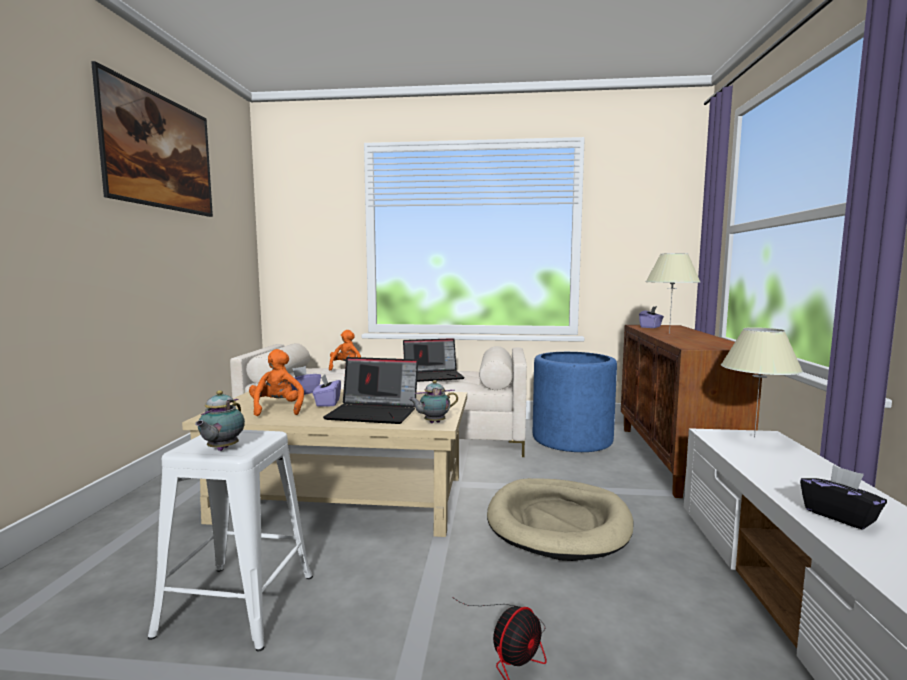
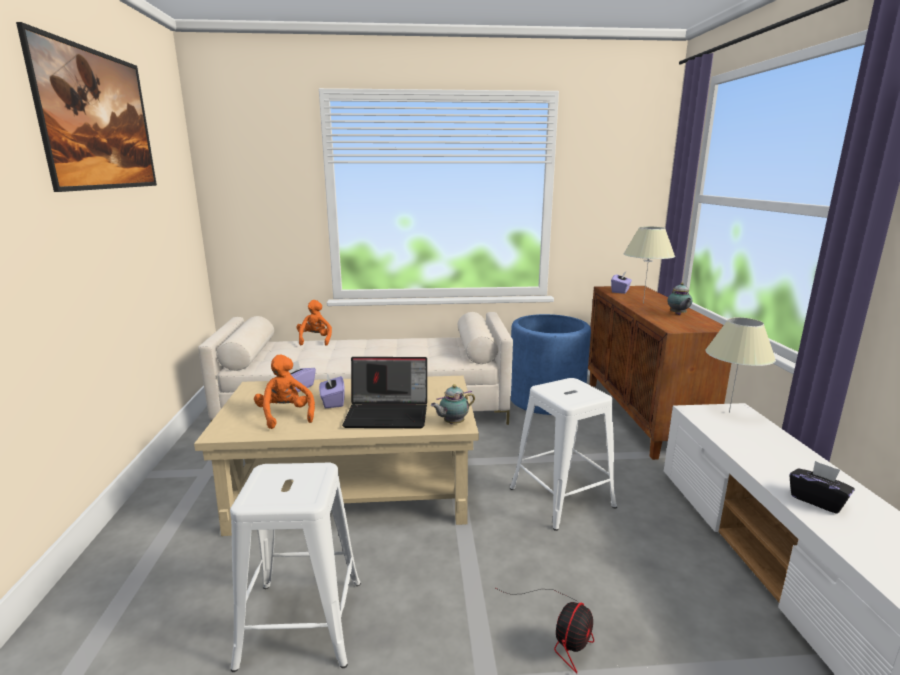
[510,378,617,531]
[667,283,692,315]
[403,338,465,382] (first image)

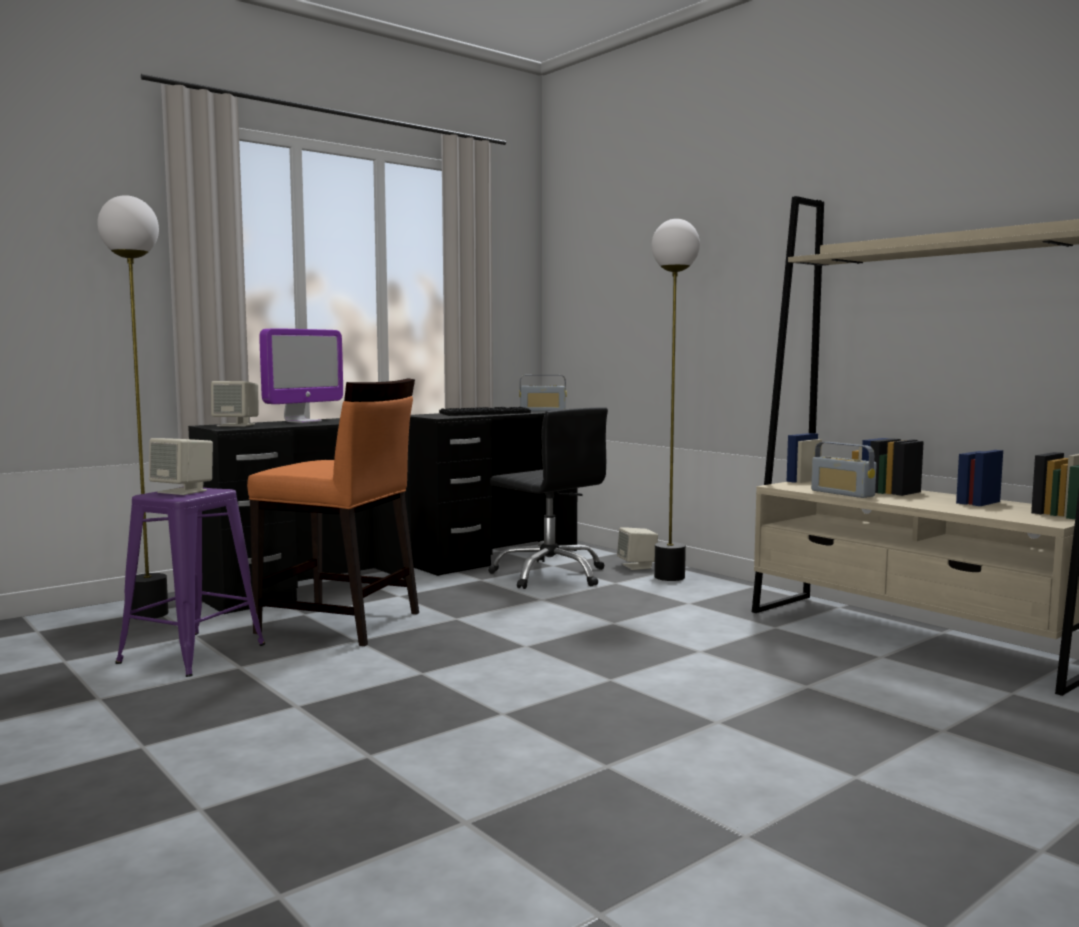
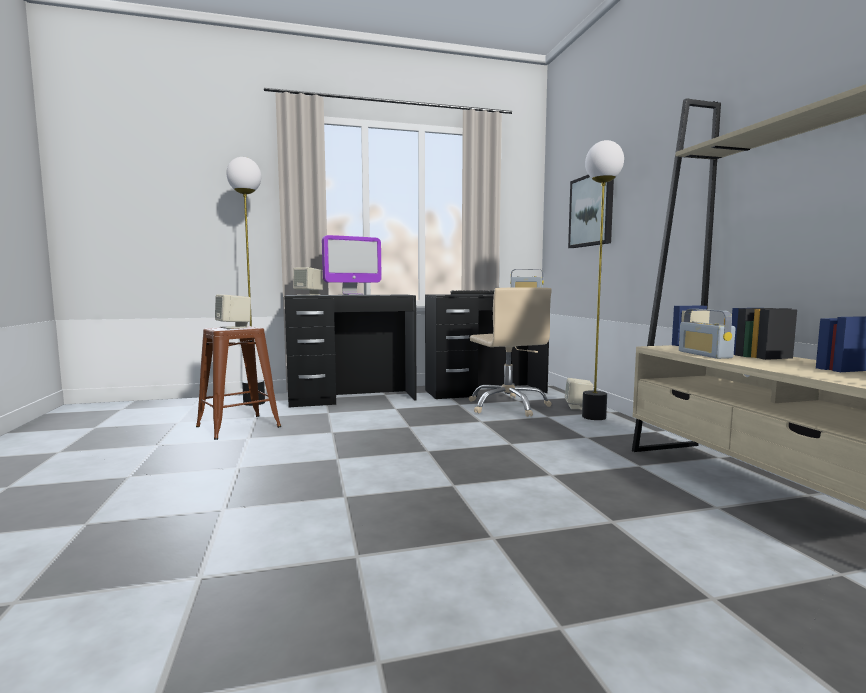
[196,326,281,440]
[469,287,552,417]
[568,175,614,248]
[247,378,419,646] (first image)

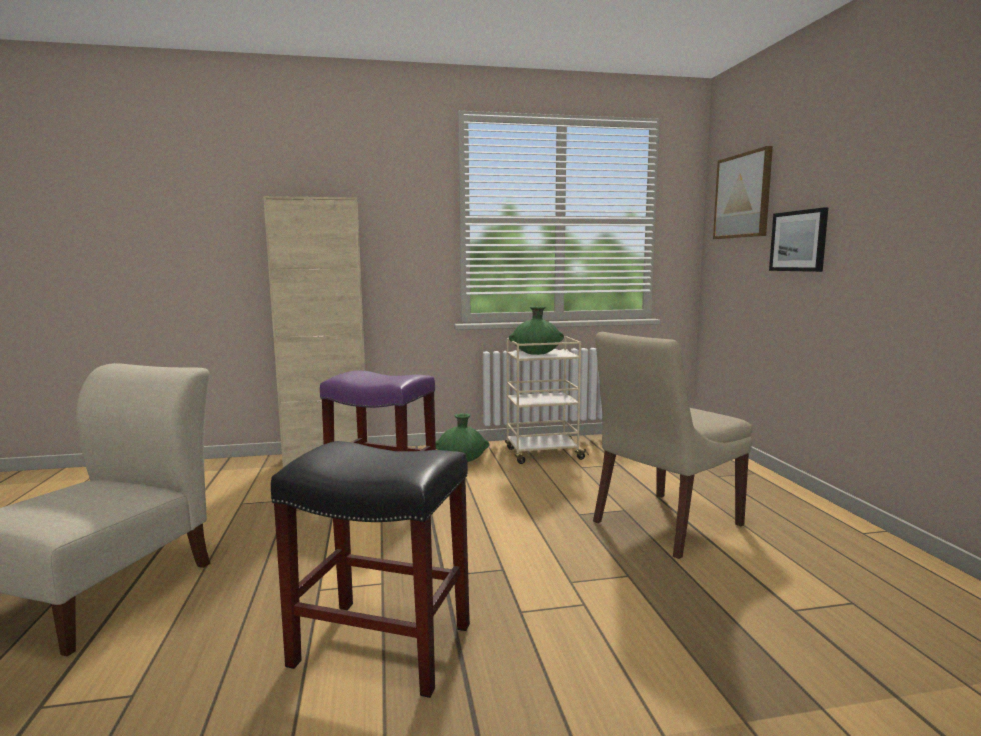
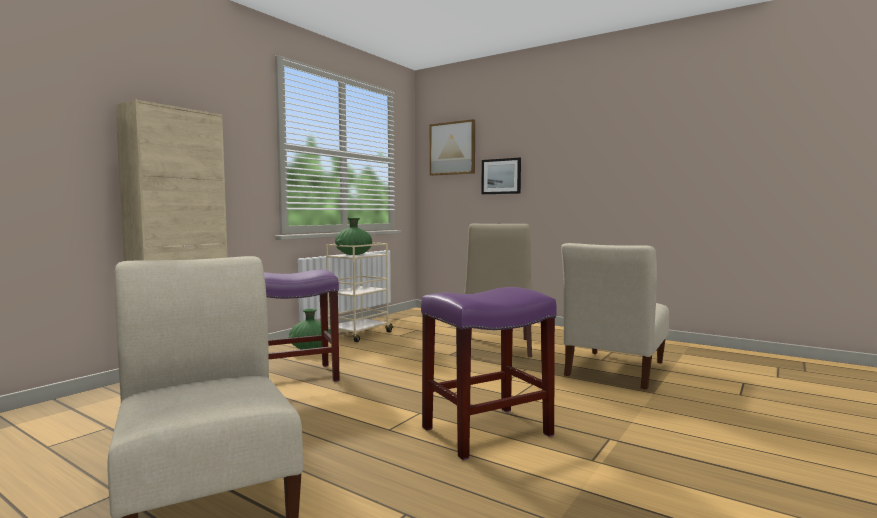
[421,287,557,460]
[561,243,669,389]

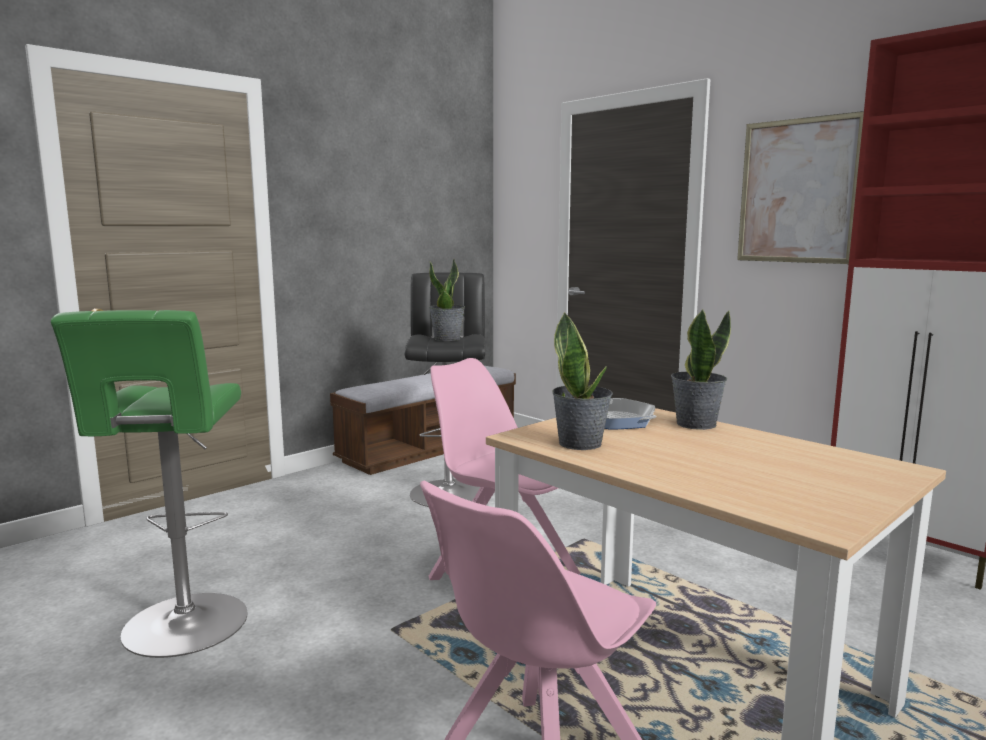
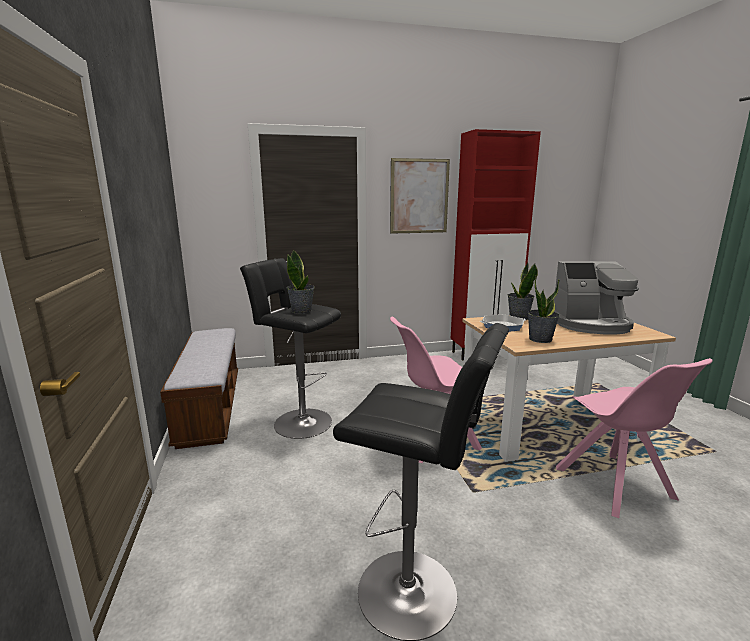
[333,323,509,641]
[554,261,639,334]

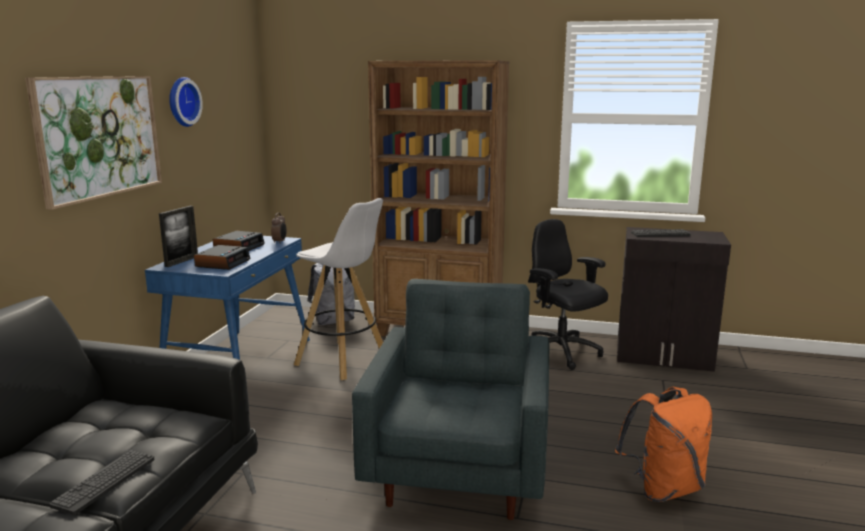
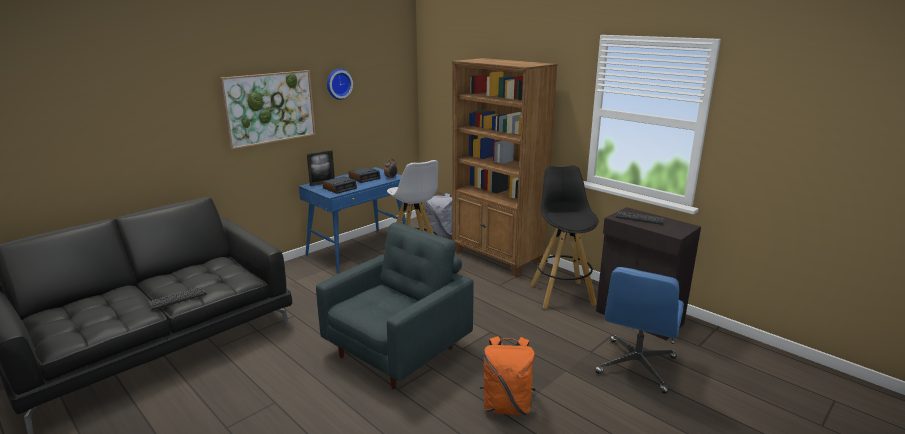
[530,165,599,309]
[595,267,684,394]

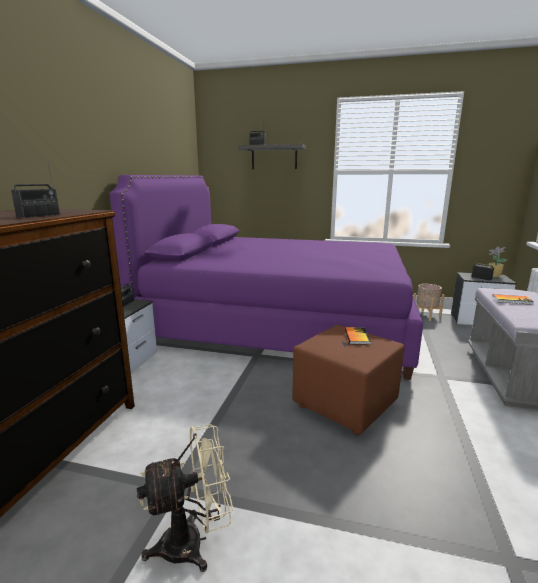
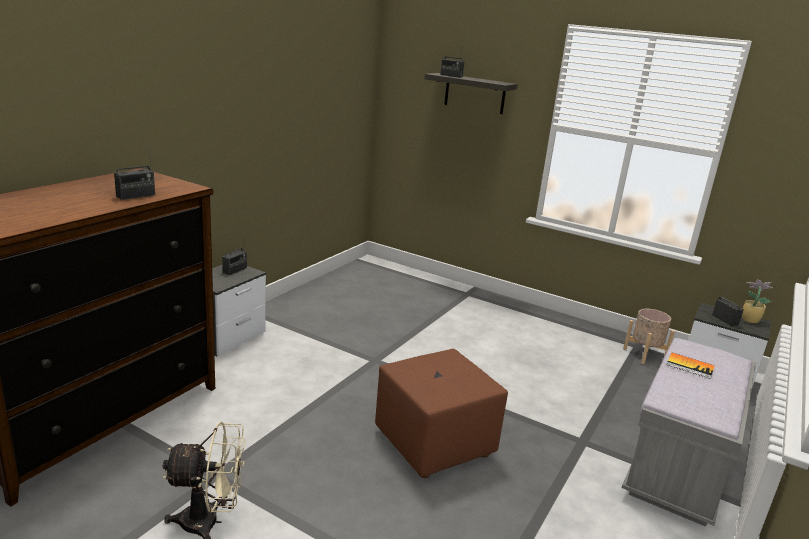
[109,175,423,380] (first image)
[345,327,371,345] (first image)

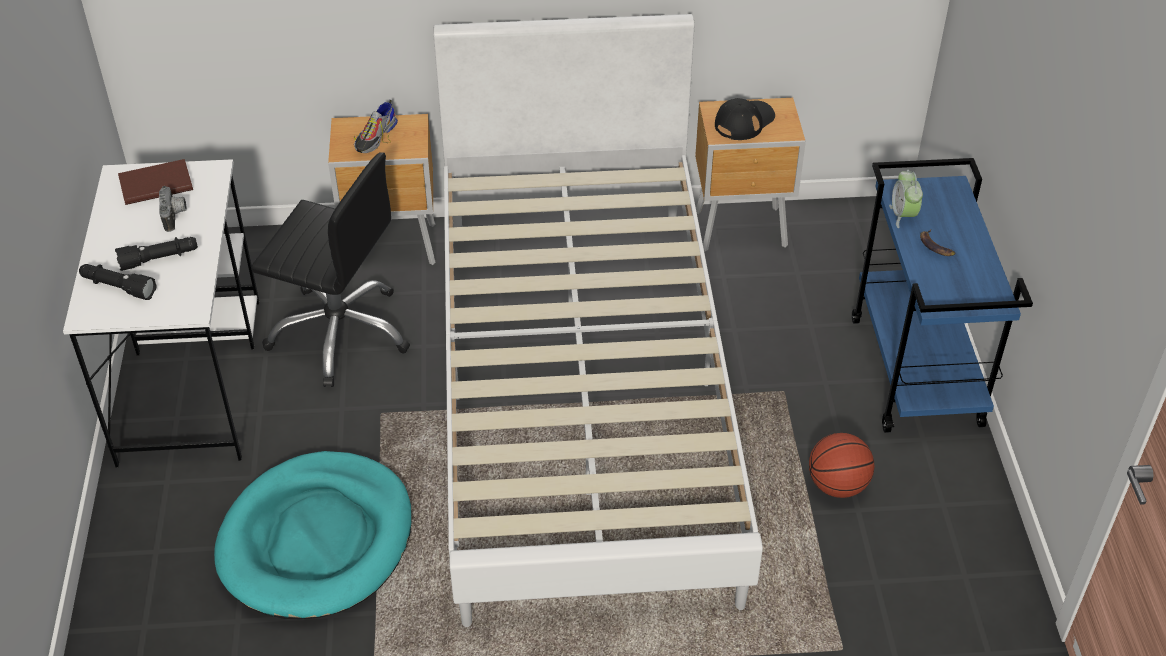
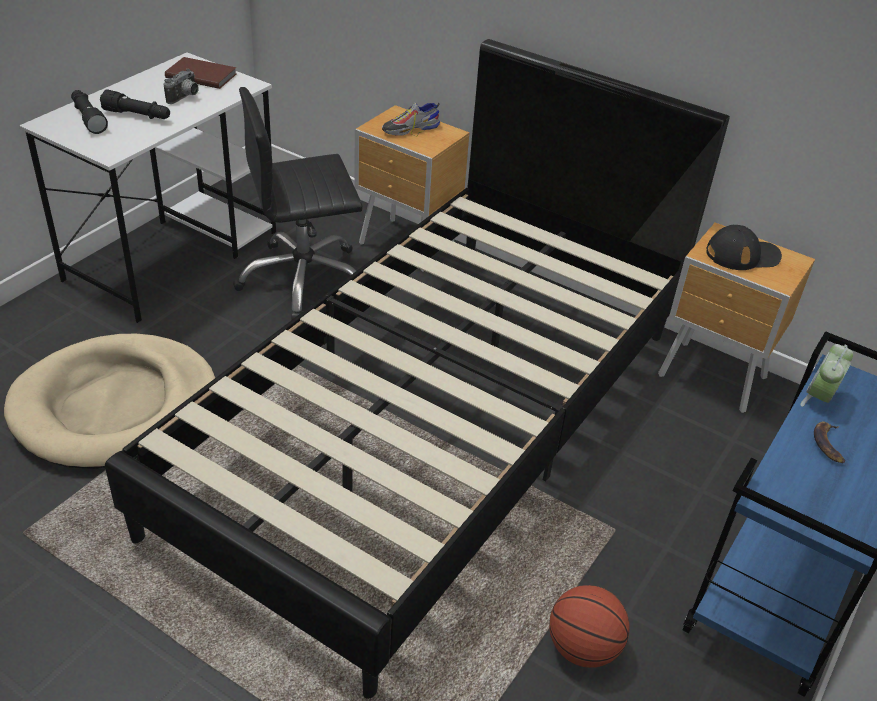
[4,334,215,469]
[105,39,730,699]
[233,87,363,320]

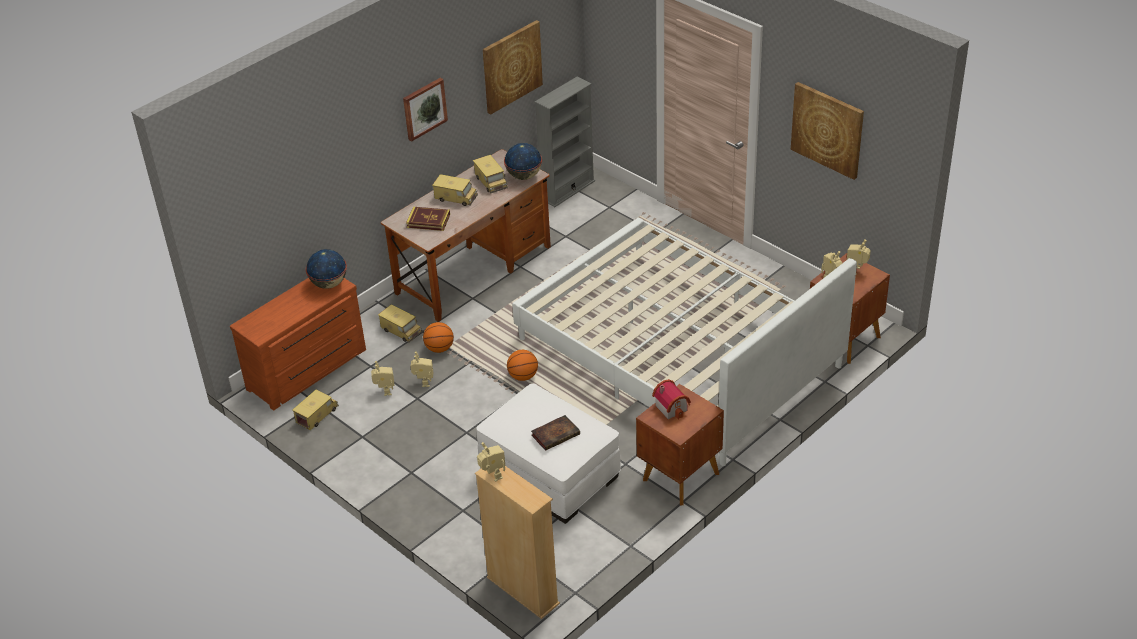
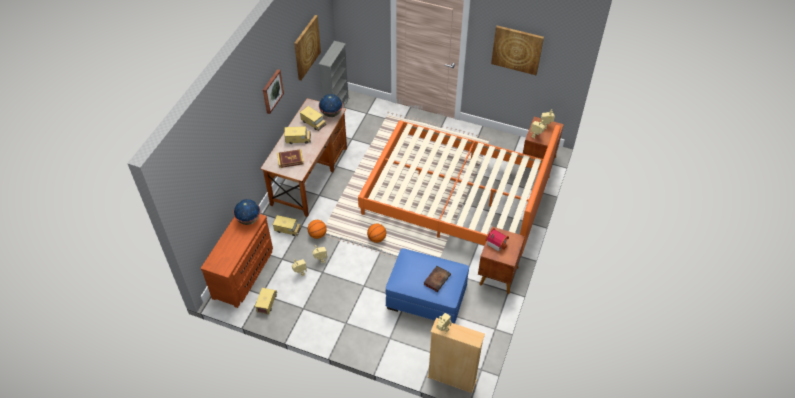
[358,120,561,256]
[385,248,469,324]

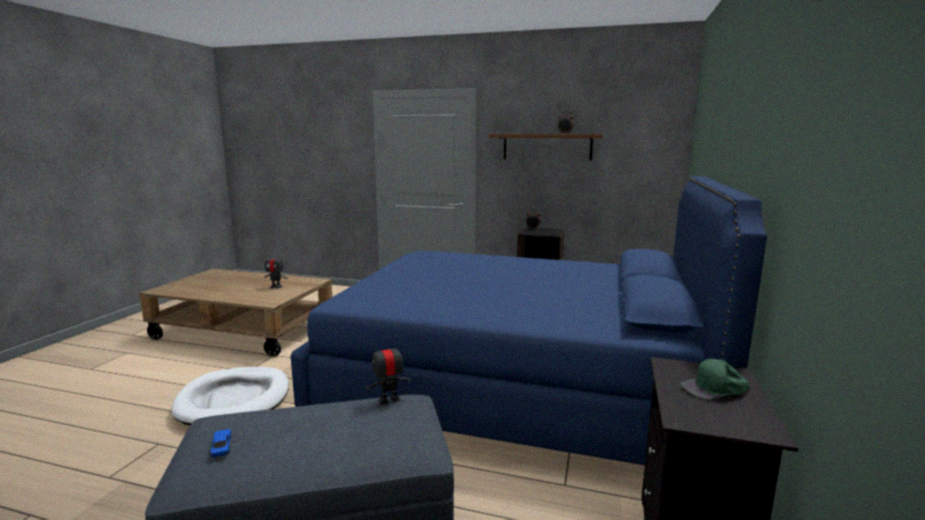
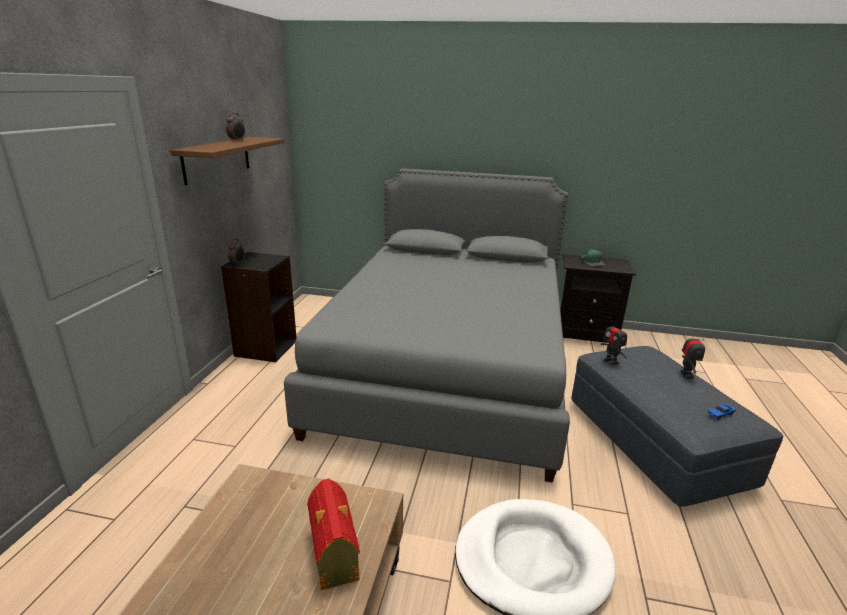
[284,168,570,482]
[307,478,360,590]
[680,330,705,379]

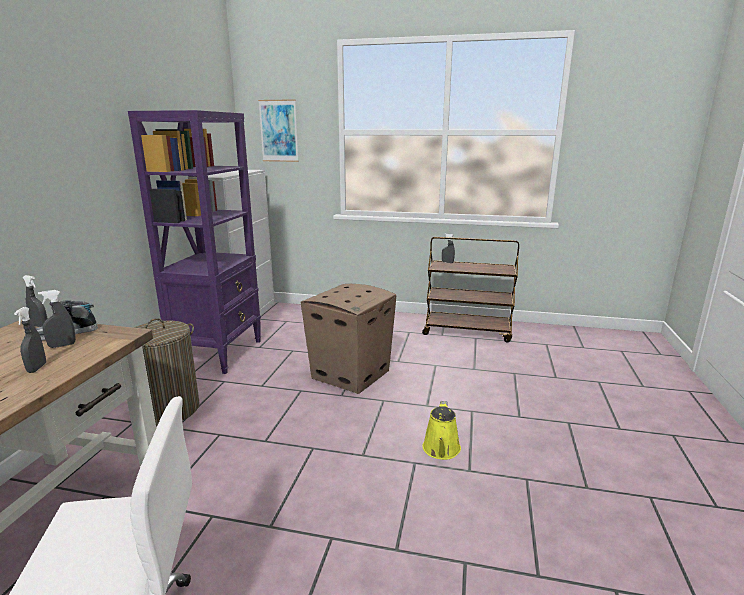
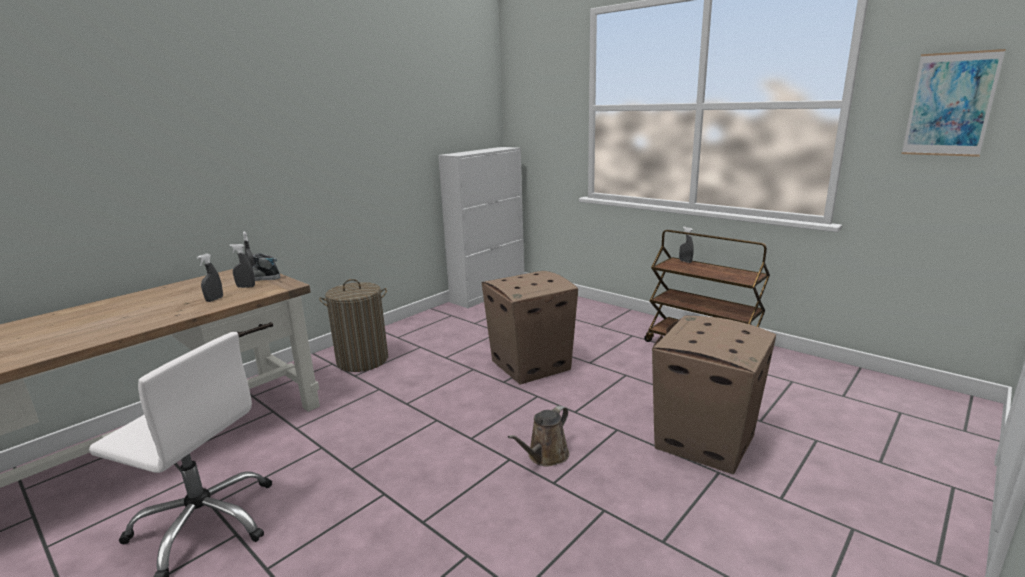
[508,405,569,467]
[652,316,776,475]
[902,49,1006,157]
[128,110,261,374] (first image)

